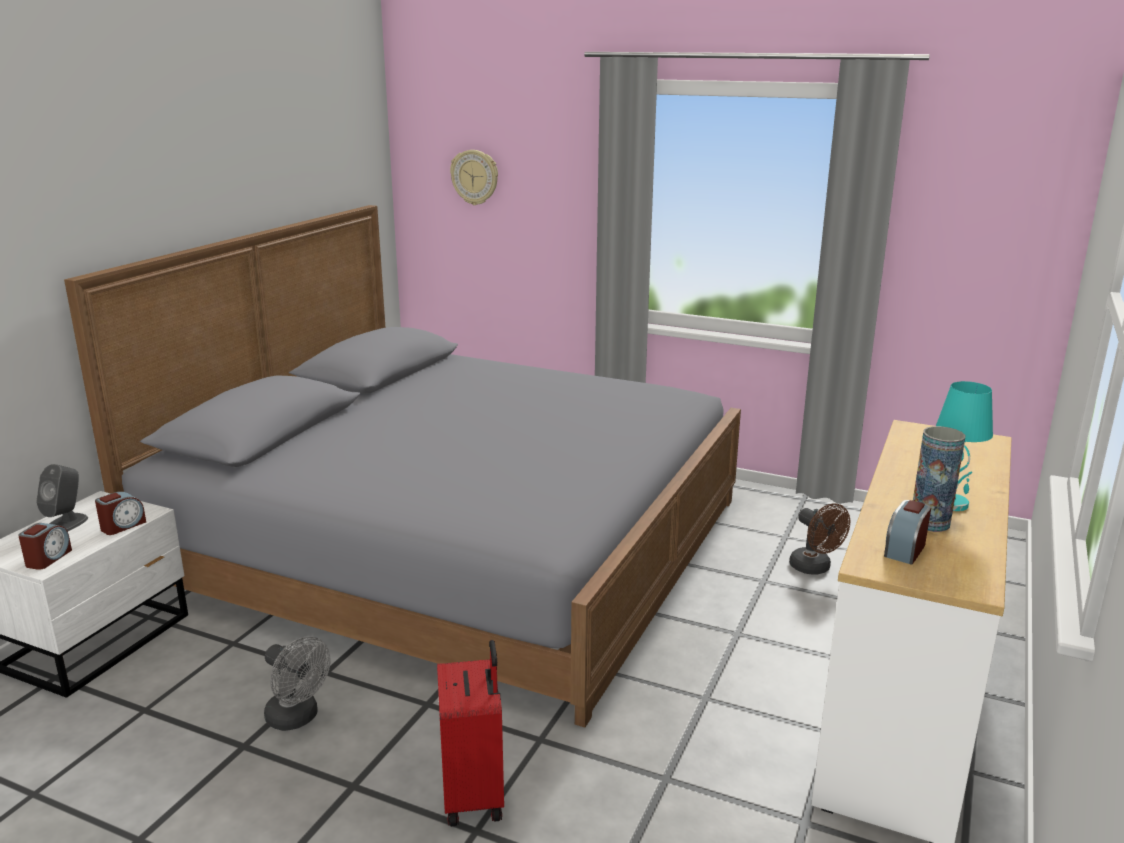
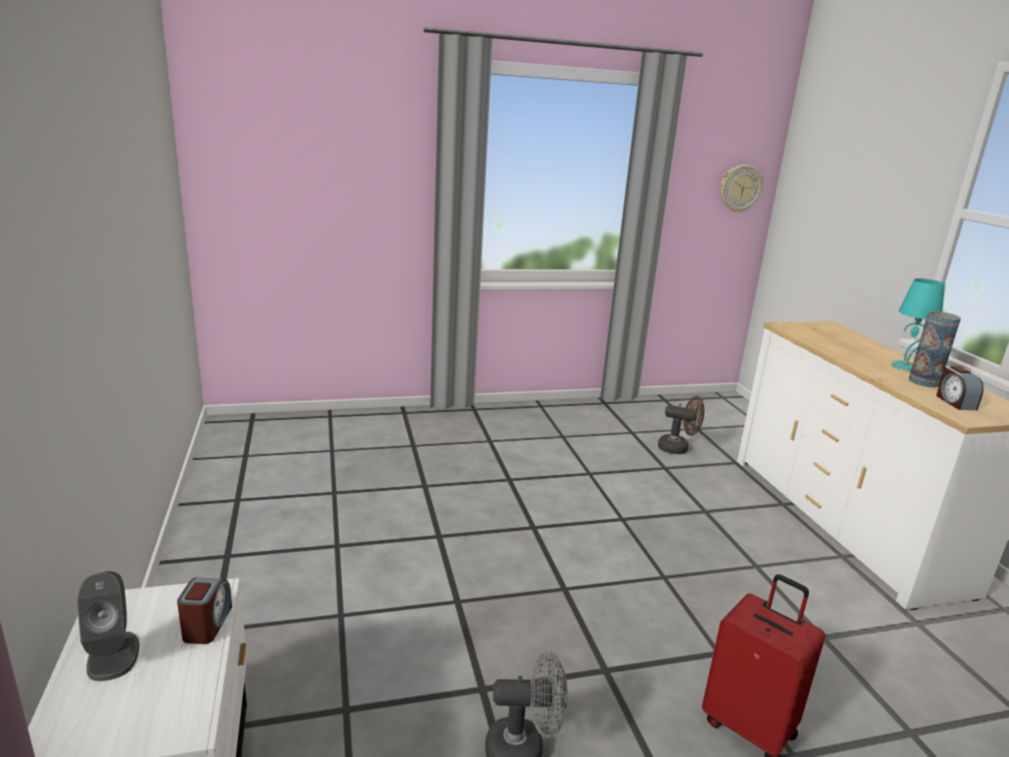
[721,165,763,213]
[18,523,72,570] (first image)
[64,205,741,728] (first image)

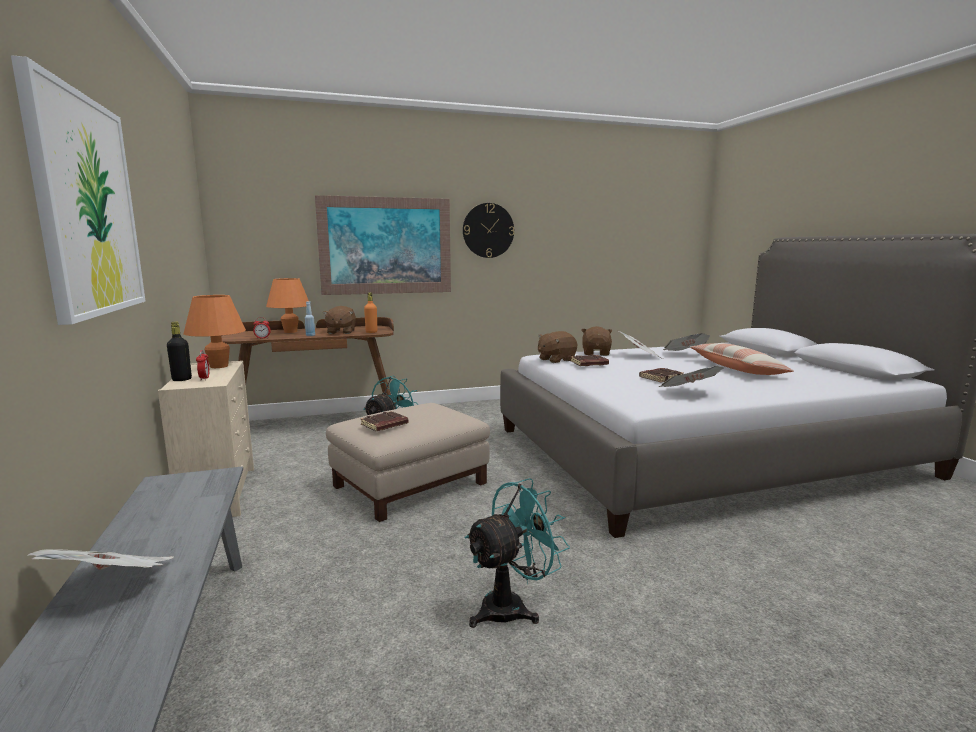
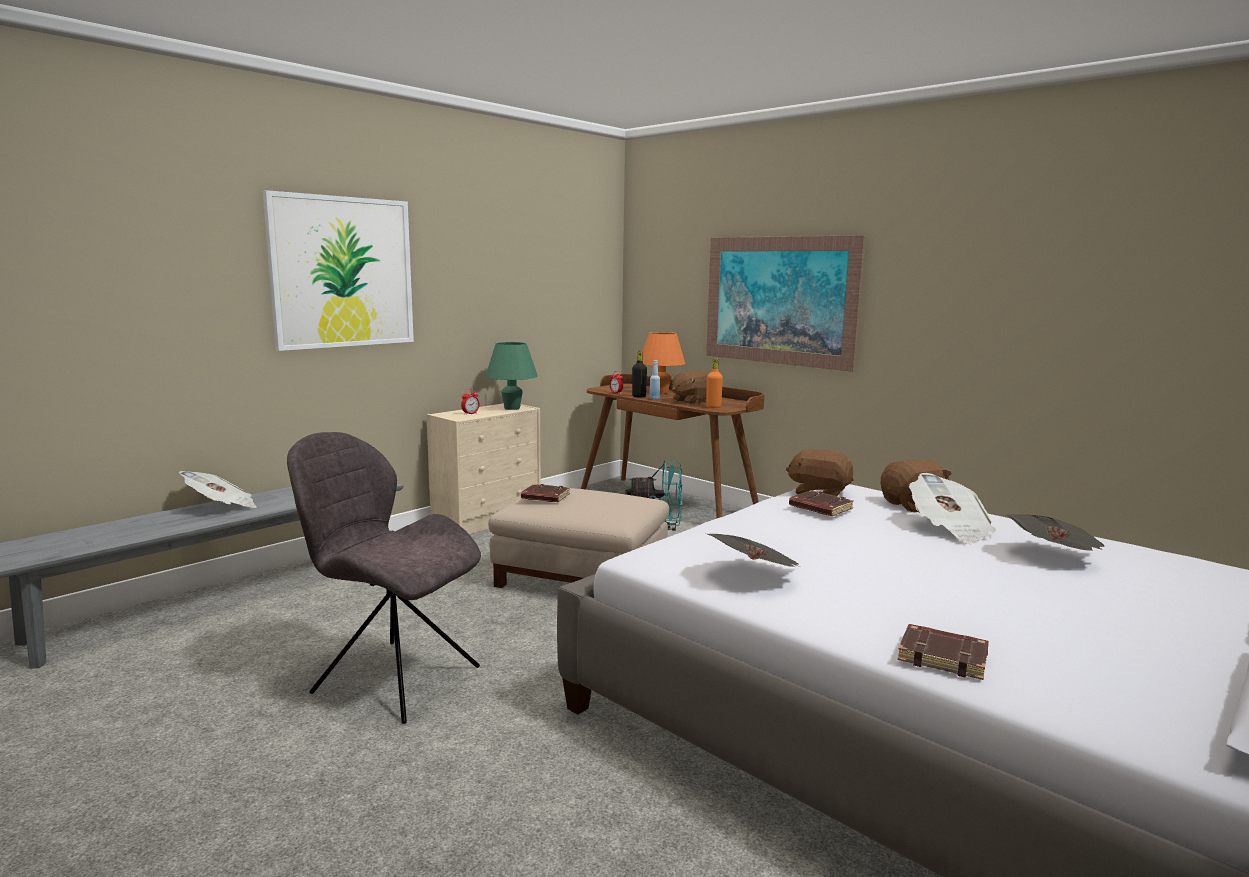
[287,432,481,724]
[486,342,538,410]
[632,351,647,397]
[897,624,989,680]
[463,203,514,258] (first image)
[690,343,794,375] (first image)

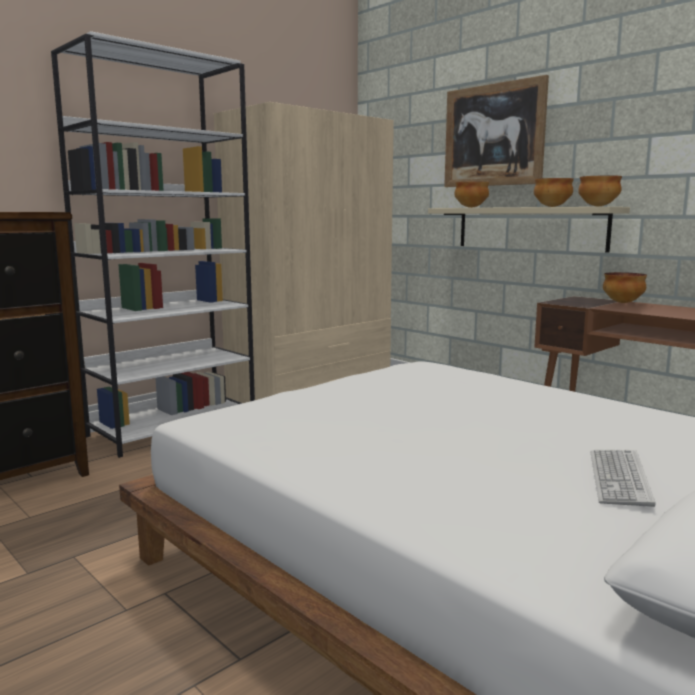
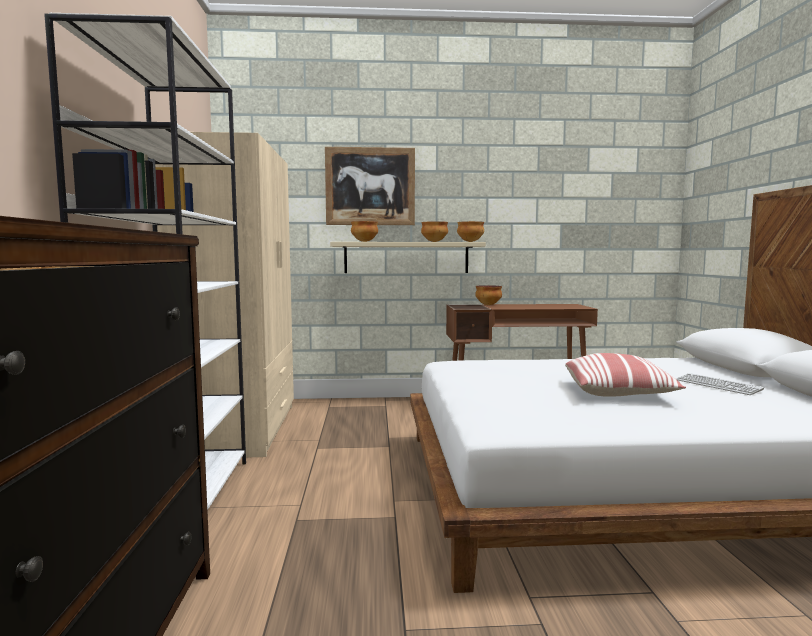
[565,353,686,397]

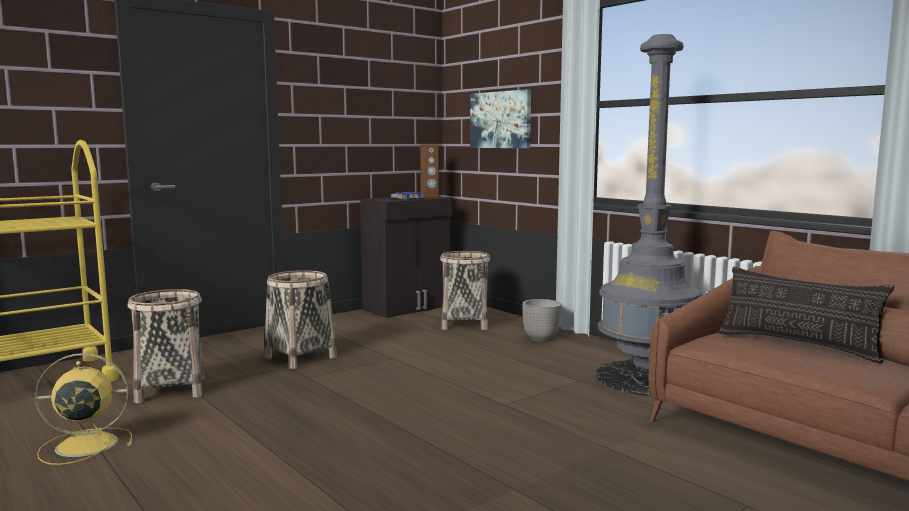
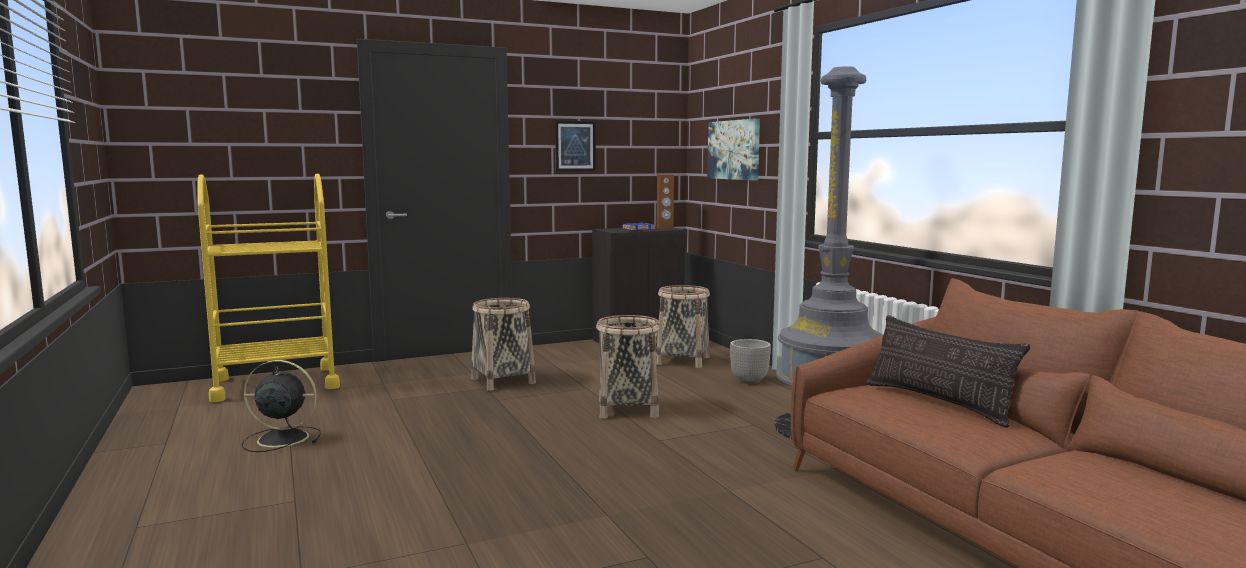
[242,360,321,452]
[555,121,596,171]
[596,315,660,419]

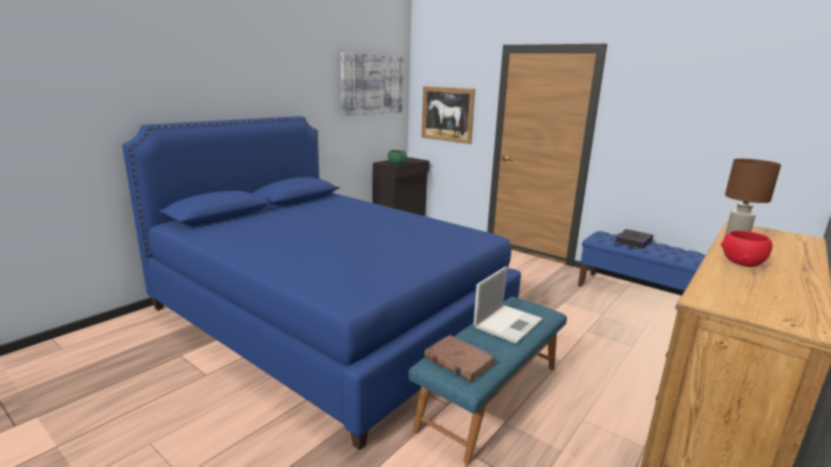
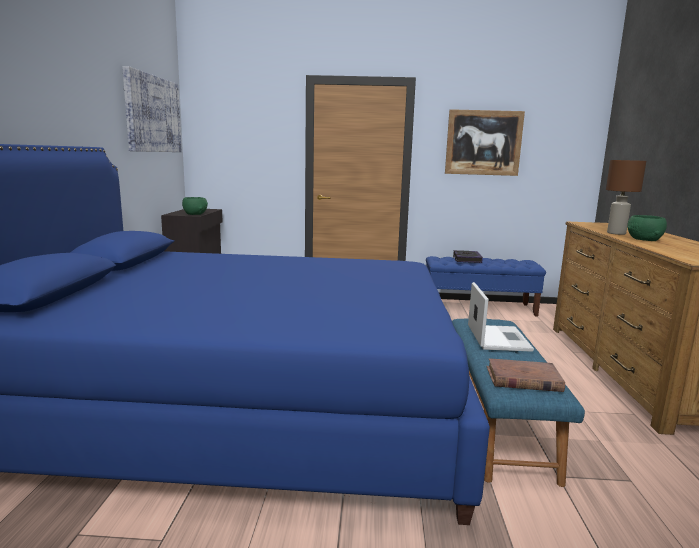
[445,109,525,176]
[627,215,667,241]

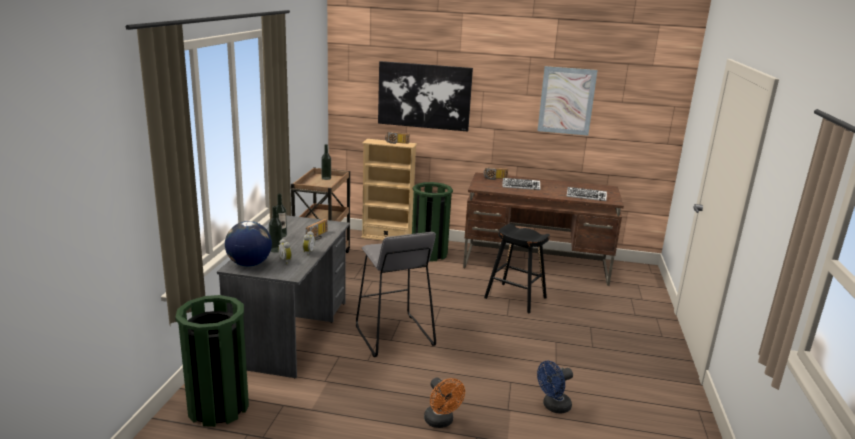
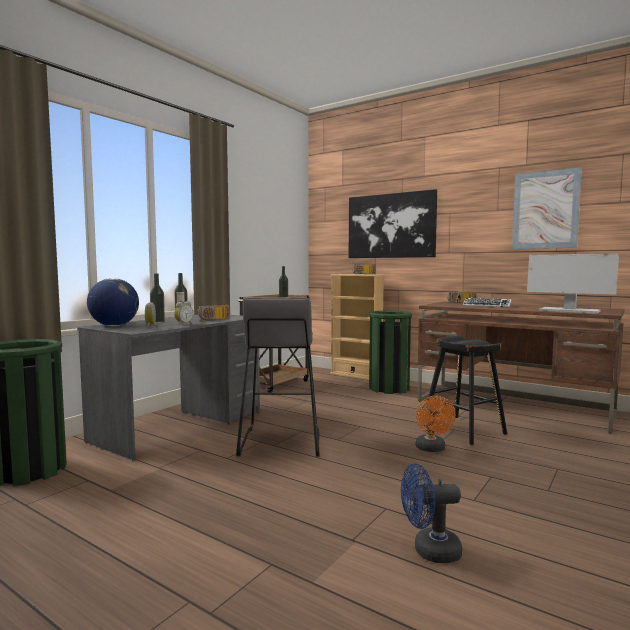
[415,395,456,452]
[527,253,619,314]

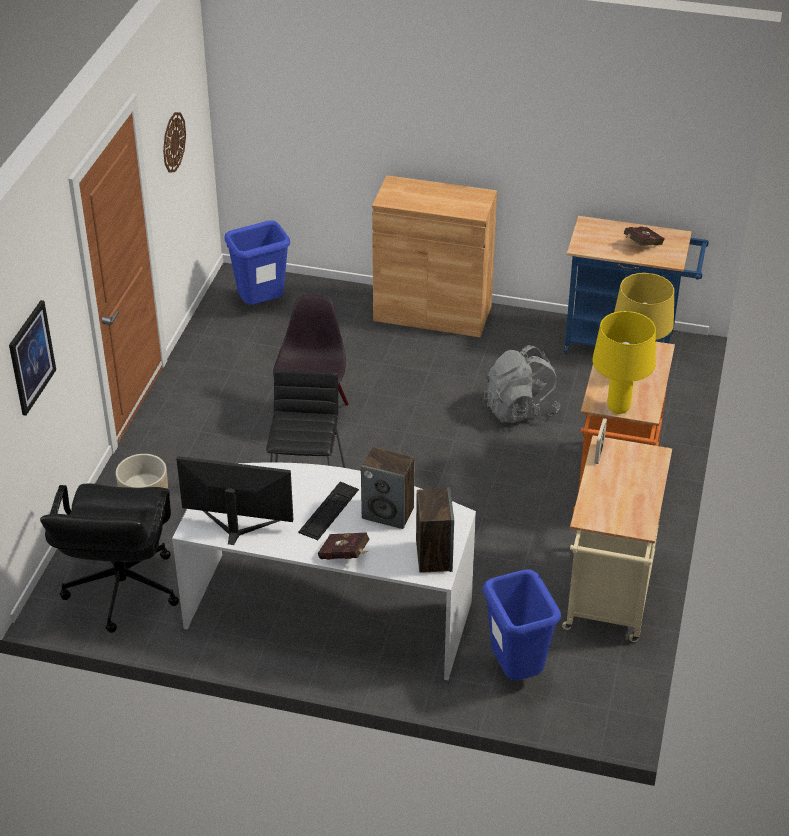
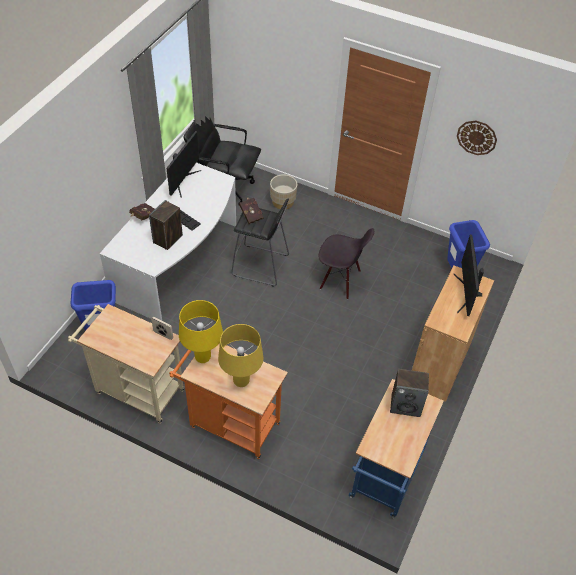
[239,198,264,224]
[390,369,429,417]
[454,235,484,316]
[9,300,56,416] (first image)
[484,345,561,423] (first image)

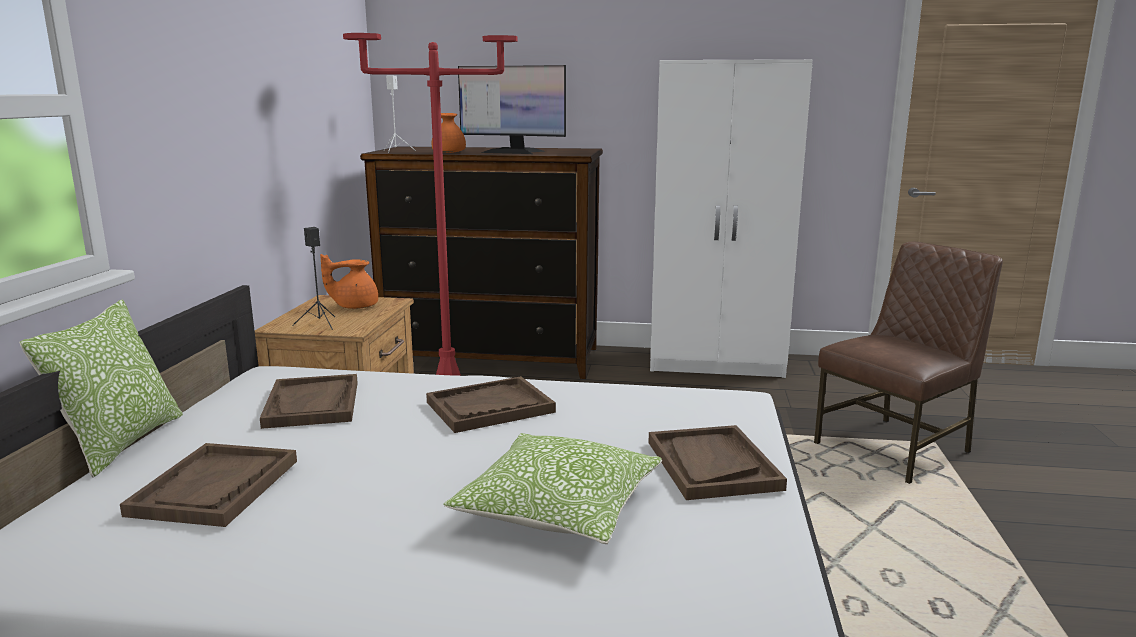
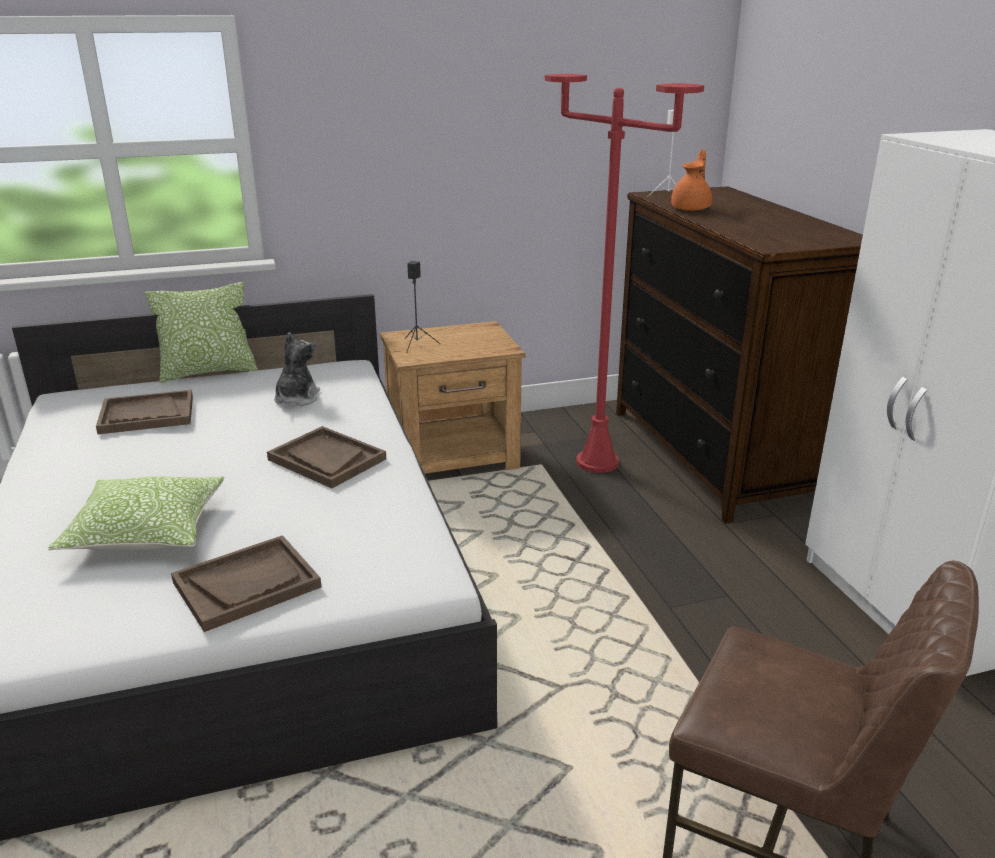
[274,332,320,406]
[320,254,378,309] (first image)
[458,65,566,154] (first image)

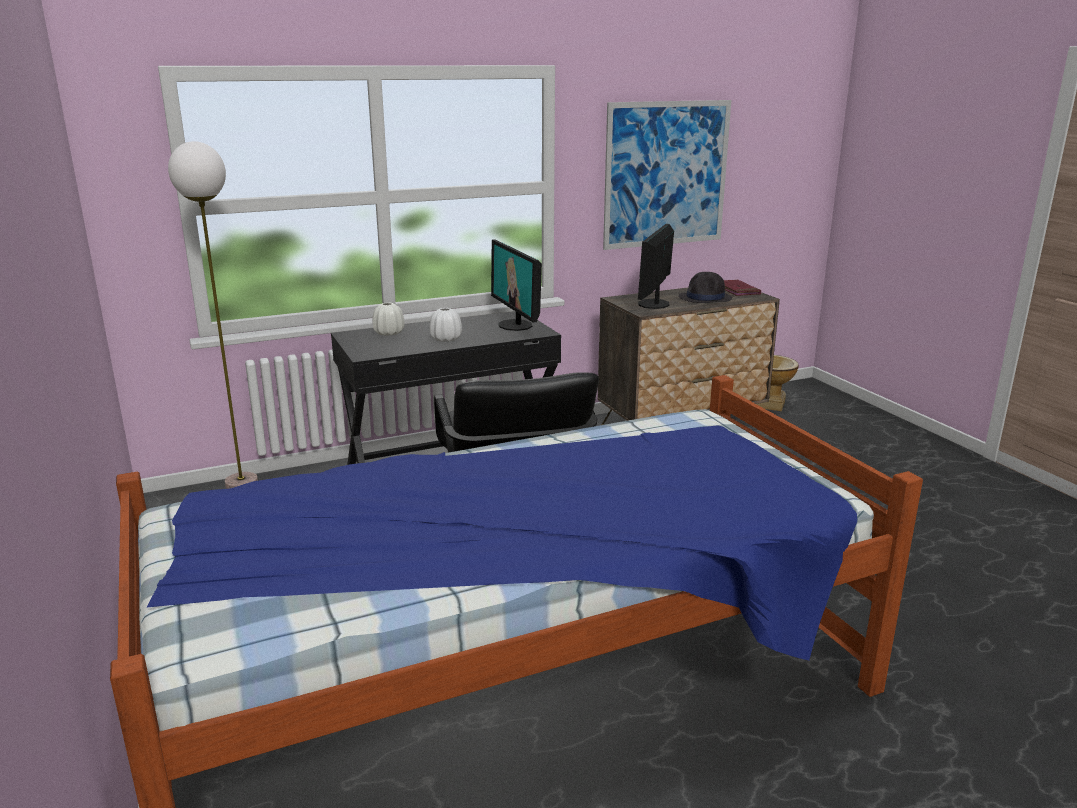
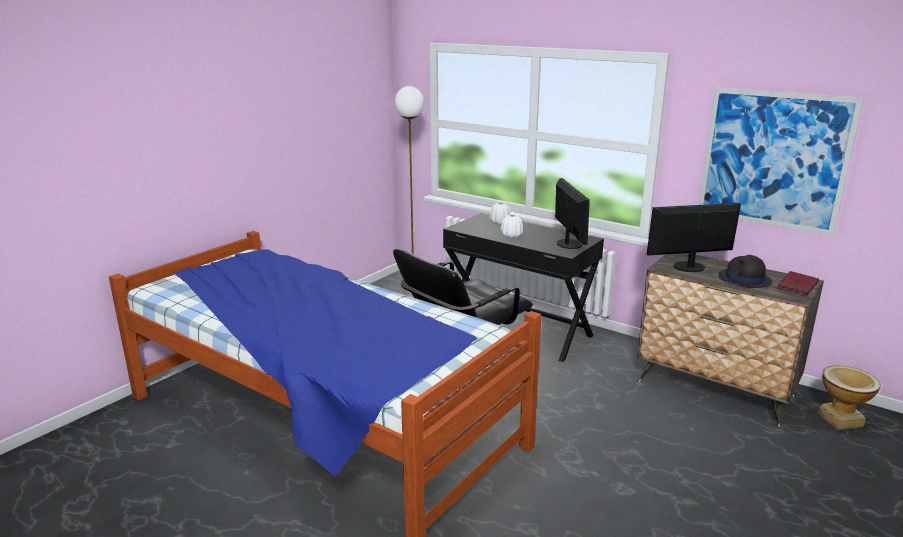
[555,178,590,249]

